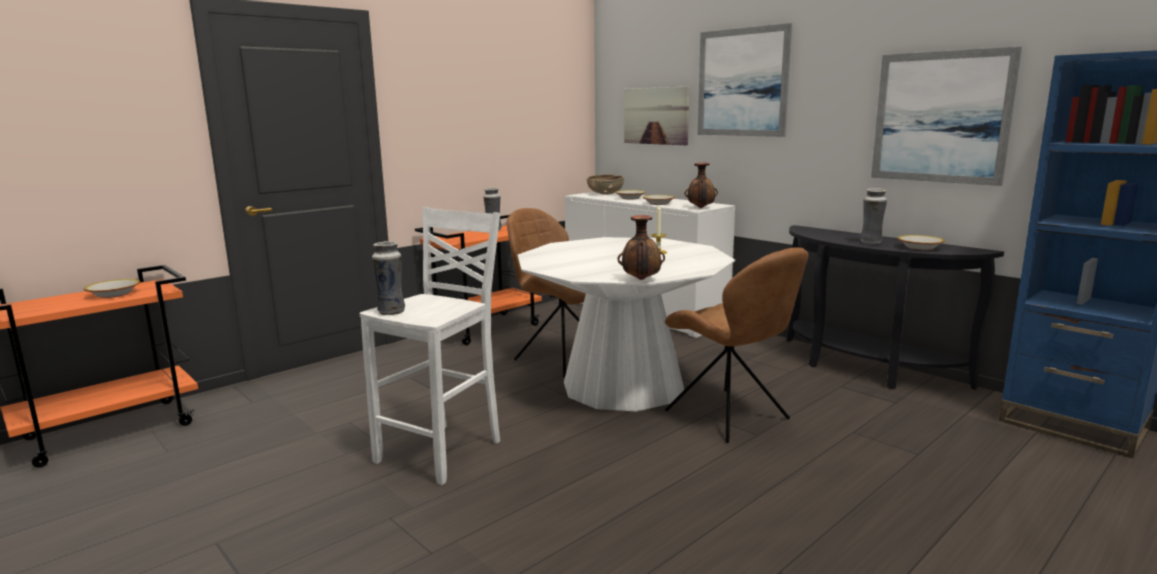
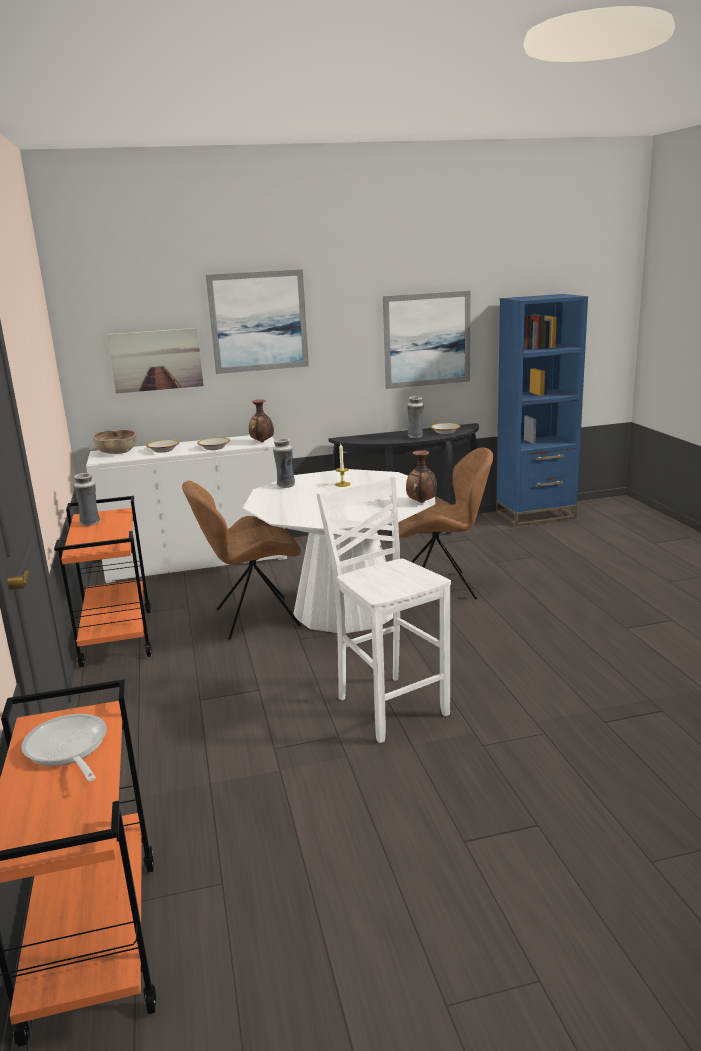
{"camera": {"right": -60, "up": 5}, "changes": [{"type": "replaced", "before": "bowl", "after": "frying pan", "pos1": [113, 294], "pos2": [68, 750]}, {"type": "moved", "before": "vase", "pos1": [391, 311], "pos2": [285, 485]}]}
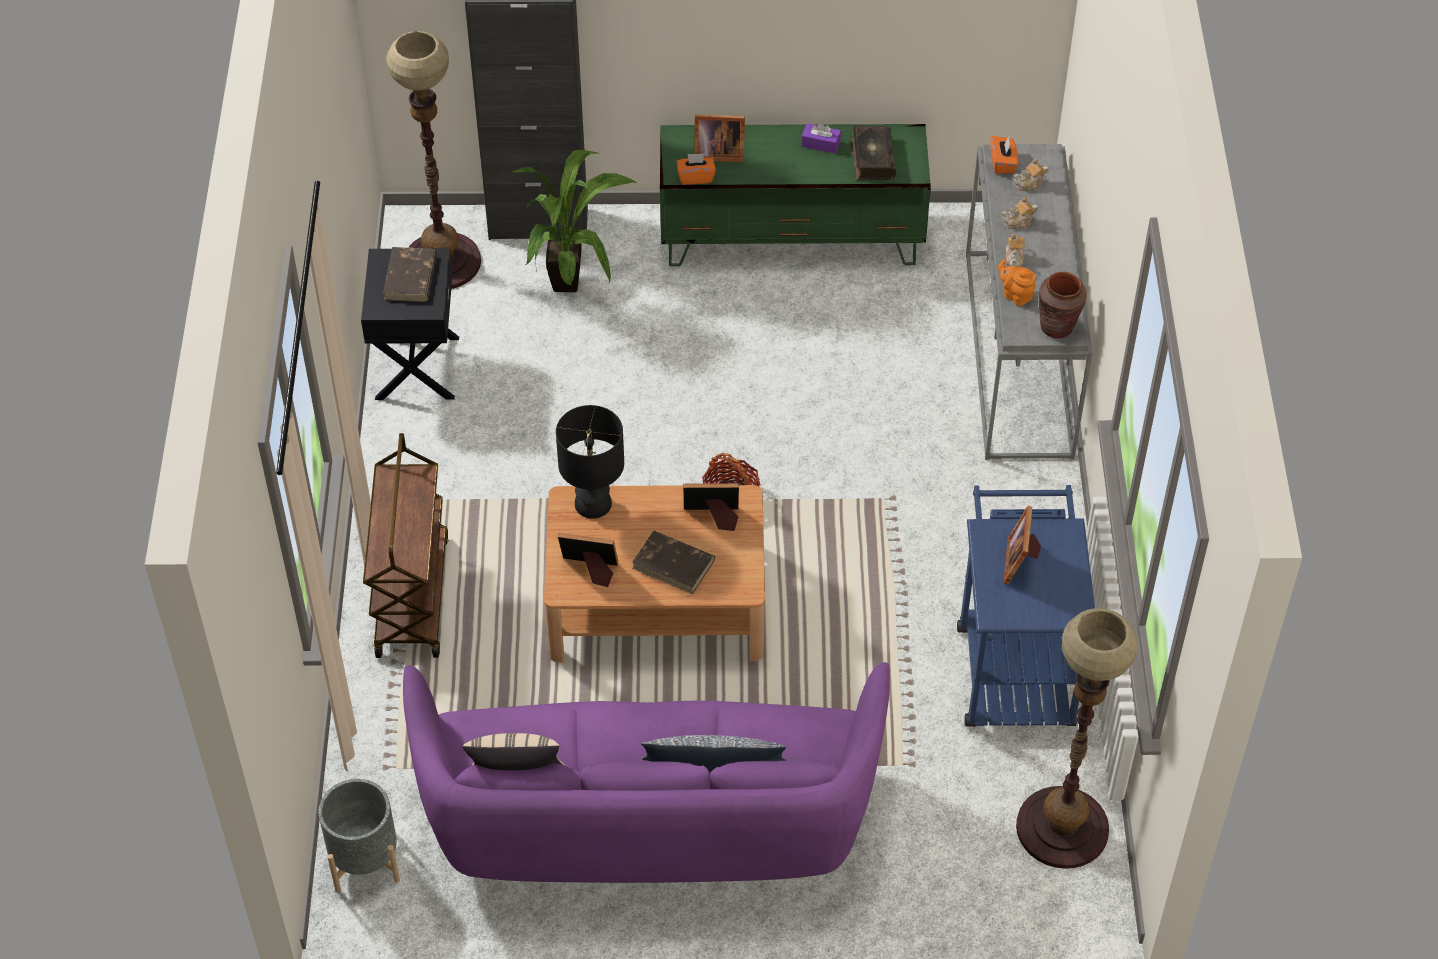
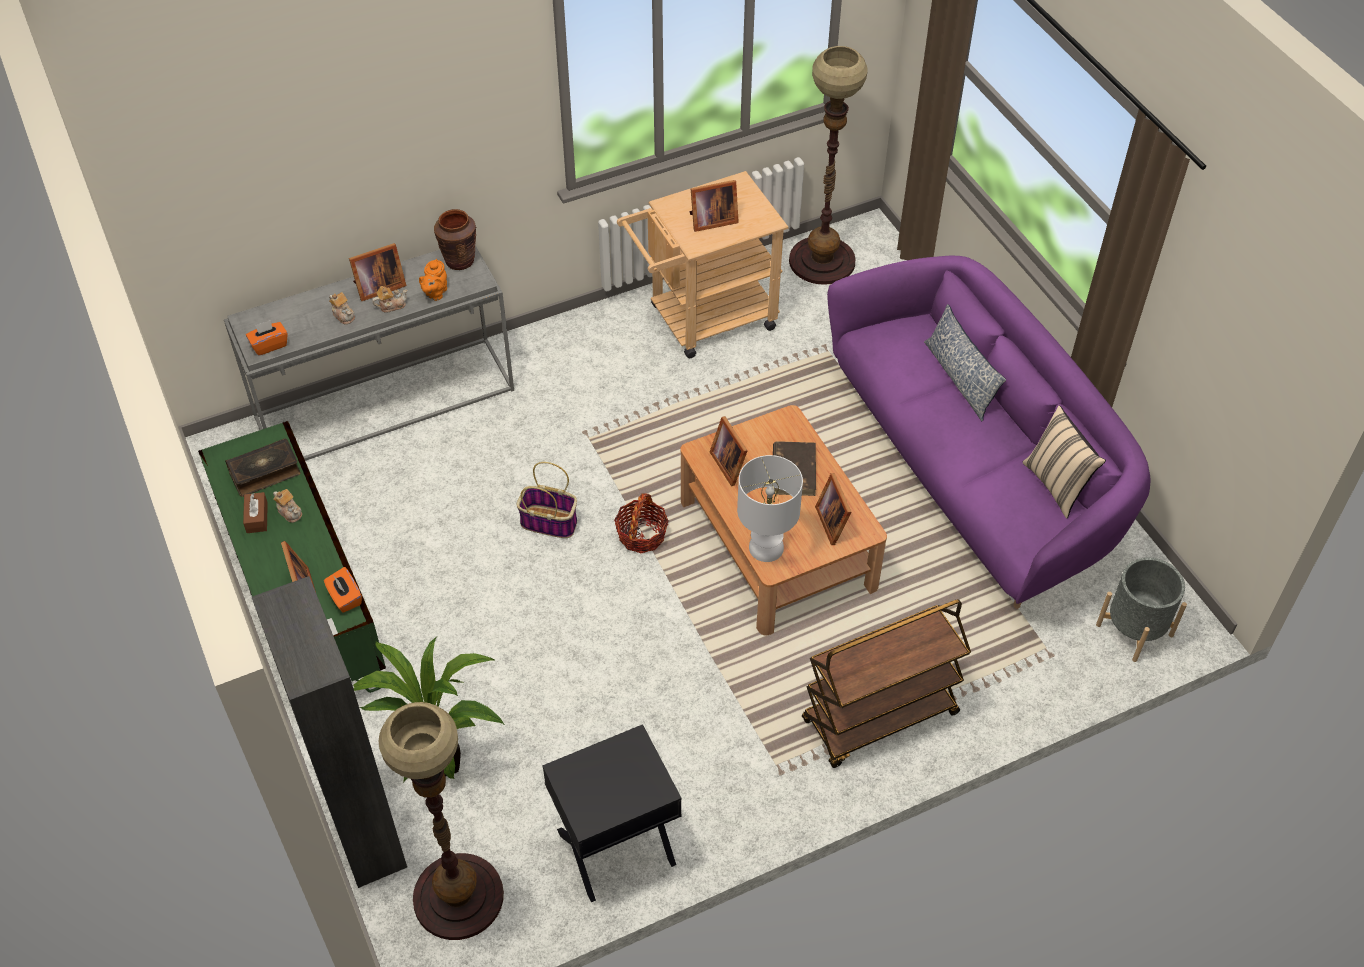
{"camera": {"right": -115, "up": 0}, "changes": [{"type": "recoloured", "before": "tissue box (purple)", "after": "tissue box (brown)", "pos1": [821, 144], "pos2": [257, 517]}, {"type": "moved", "before": "teapot", "pos1": [1029, 184], "pos2": [290, 511]}, {"type": "added", "after": "picture frame", "pos2": [378, 287]}, {"type": "added", "after": "basket", "pos2": [550, 522]}, {"type": "recoloured", "before": "cart (blue)", "after": "cart (beige)", "pos1": [1013, 663], "pos2": [703, 320]}, {"type": "recoloured", "before": "table lamp (black)", "after": "table lamp (white)", "pos1": [594, 504], "pos2": [765, 547]}, {"type": "removed", "before": "book (brown)", "pos1": [410, 278]}]}
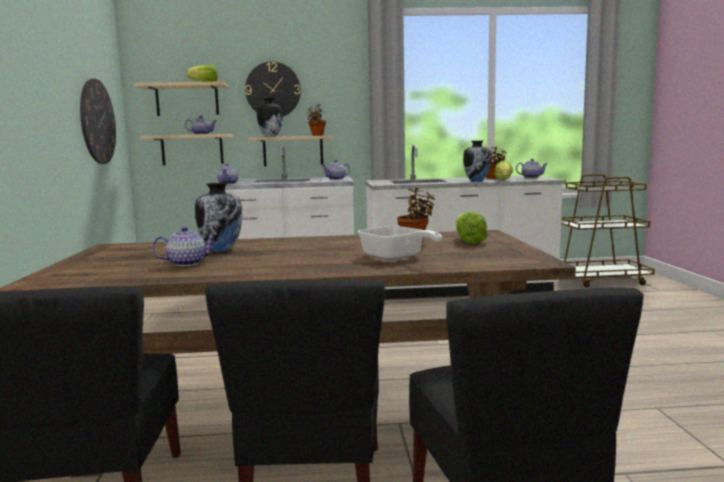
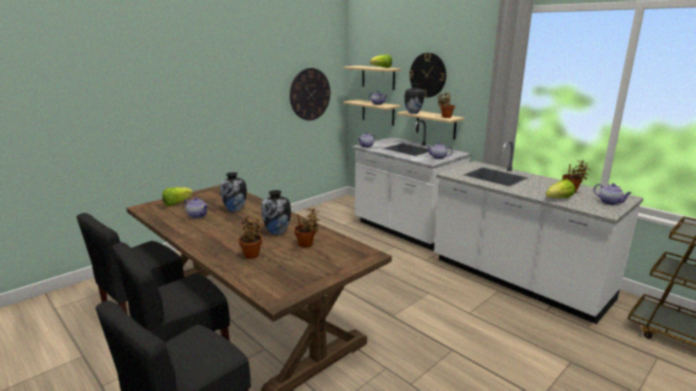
{"camera": {"right": 50, "up": 10}, "changes": [{"type": "moved", "before": "lettuce", "pos1": [468, 241], "pos2": [177, 203]}, {"type": "replaced", "before": "frying pan", "after": "potted plant", "pos1": [396, 257], "pos2": [252, 254]}, {"type": "moved", "before": "vase", "pos1": [477, 181], "pos2": [277, 232]}]}
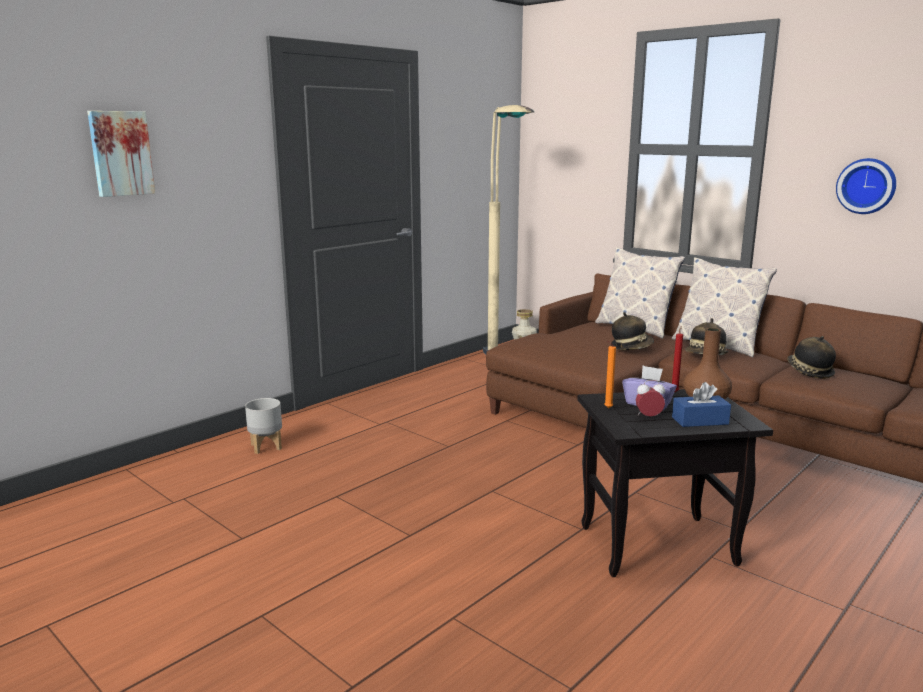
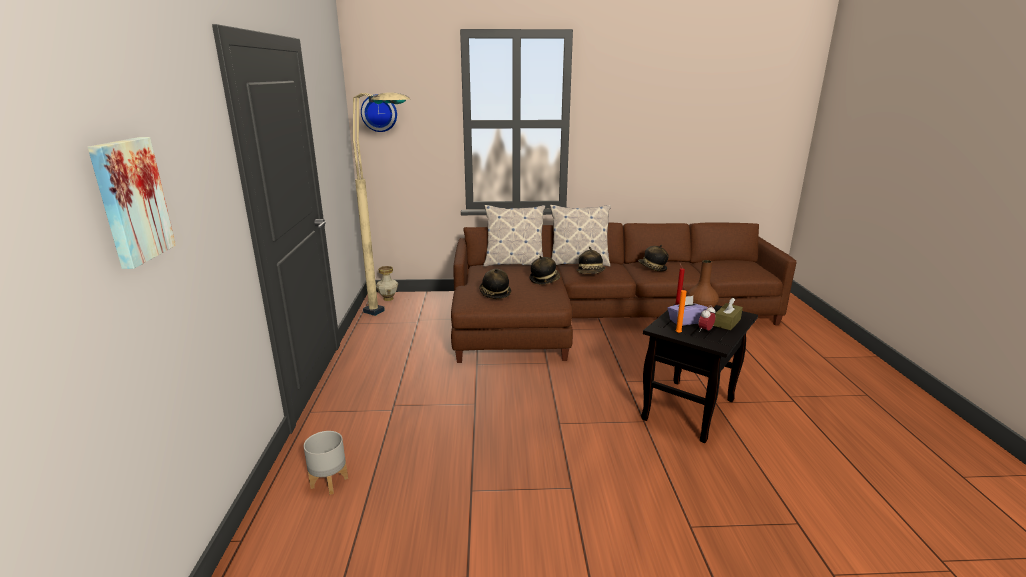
{"camera": {"right": -45, "up": 5}, "changes": [{"type": "moved", "before": "wall clock", "pos1": [866, 186], "pos2": [379, 113]}, {"type": "added", "after": "hat", "pos2": [495, 293]}, {"type": "recoloured", "before": "tissue box (blue)", "after": "tissue box (brown)", "pos1": [700, 420], "pos2": [727, 322]}]}
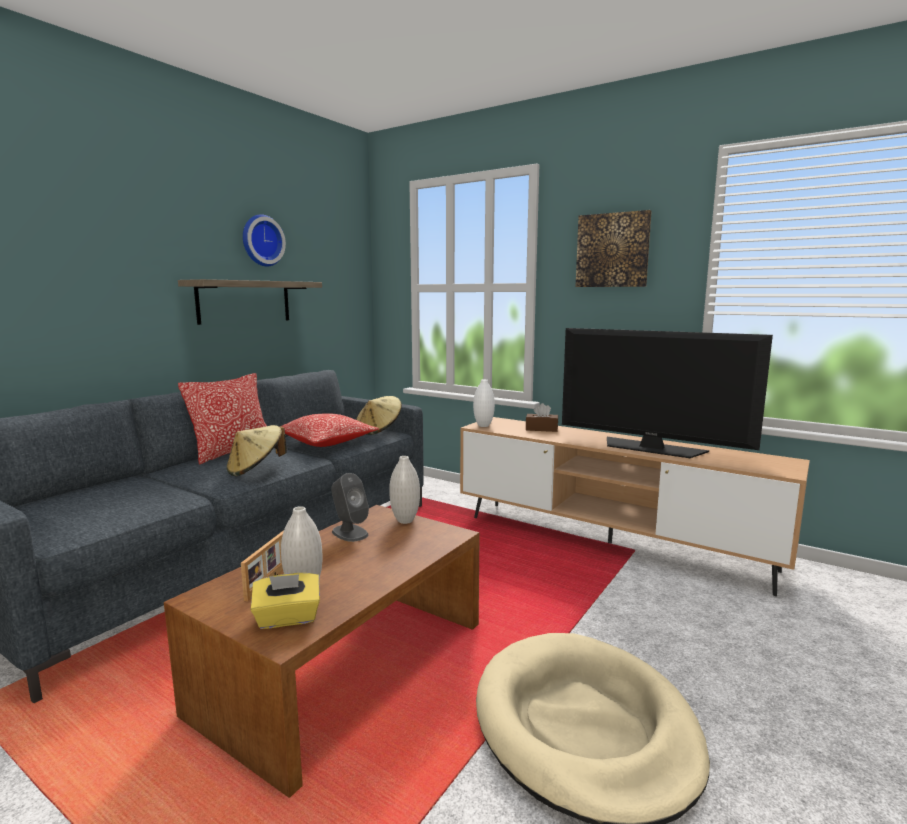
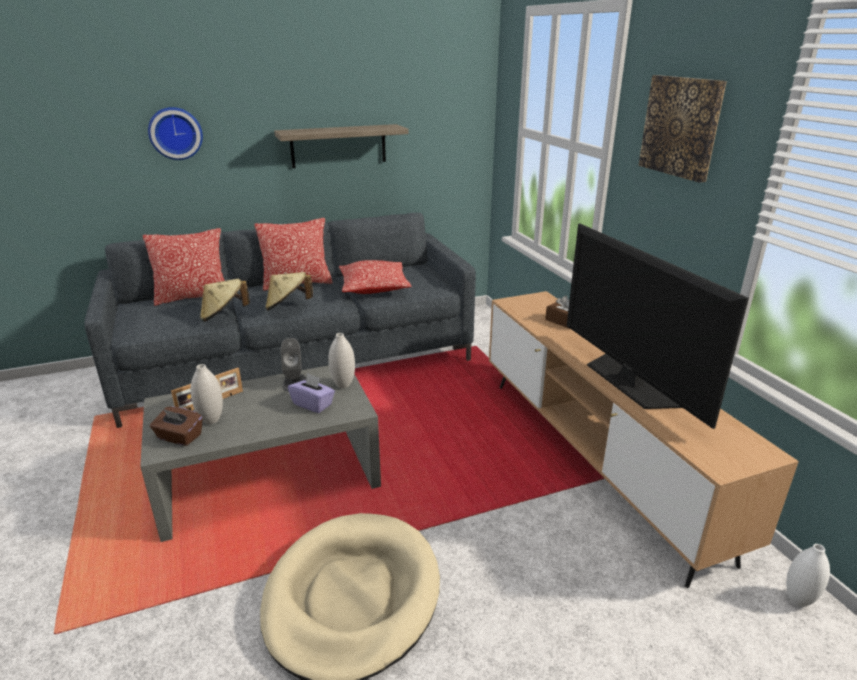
{"camera": {"right": 35, "up": 15}, "changes": [{"type": "recoloured", "before": "coffee table (brown)", "after": "coffee table (grey)", "pos1": [345, 665], "pos2": [268, 477]}, {"type": "added", "after": "pillow", "pos2": [193, 297]}, {"type": "moved", "before": "wall clock", "pos1": [261, 241], "pos2": [175, 133]}, {"type": "recoloured", "before": "tissue box (yellow)", "after": "tissue box (brown)", "pos1": [287, 618], "pos2": [179, 437]}, {"type": "moved", "before": "hat (beige)", "pos1": [379, 430], "pos2": [224, 315]}, {"type": "added", "after": "tissue box (purple)", "pos2": [313, 404]}, {"type": "moved", "before": "vase (white)", "pos1": [483, 425], "pos2": [798, 600]}]}
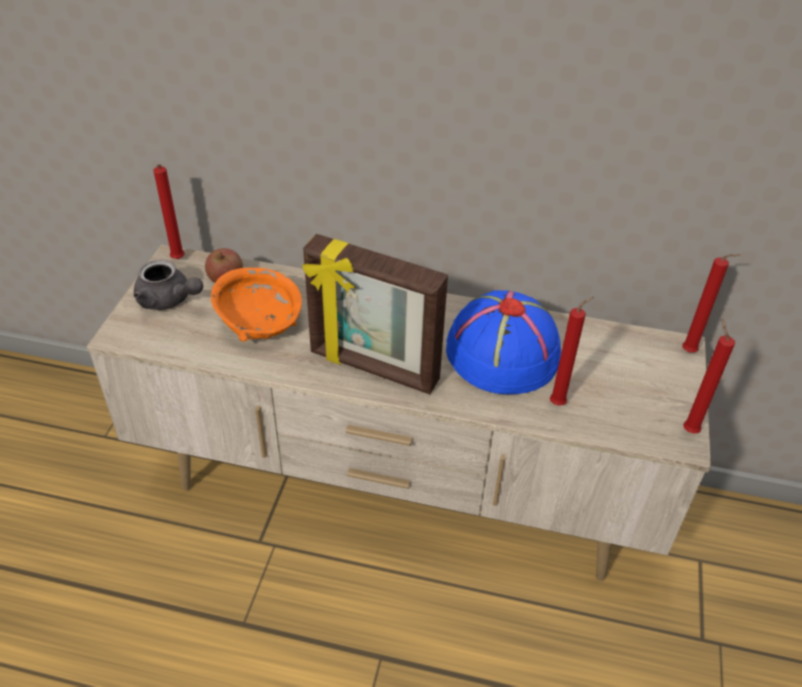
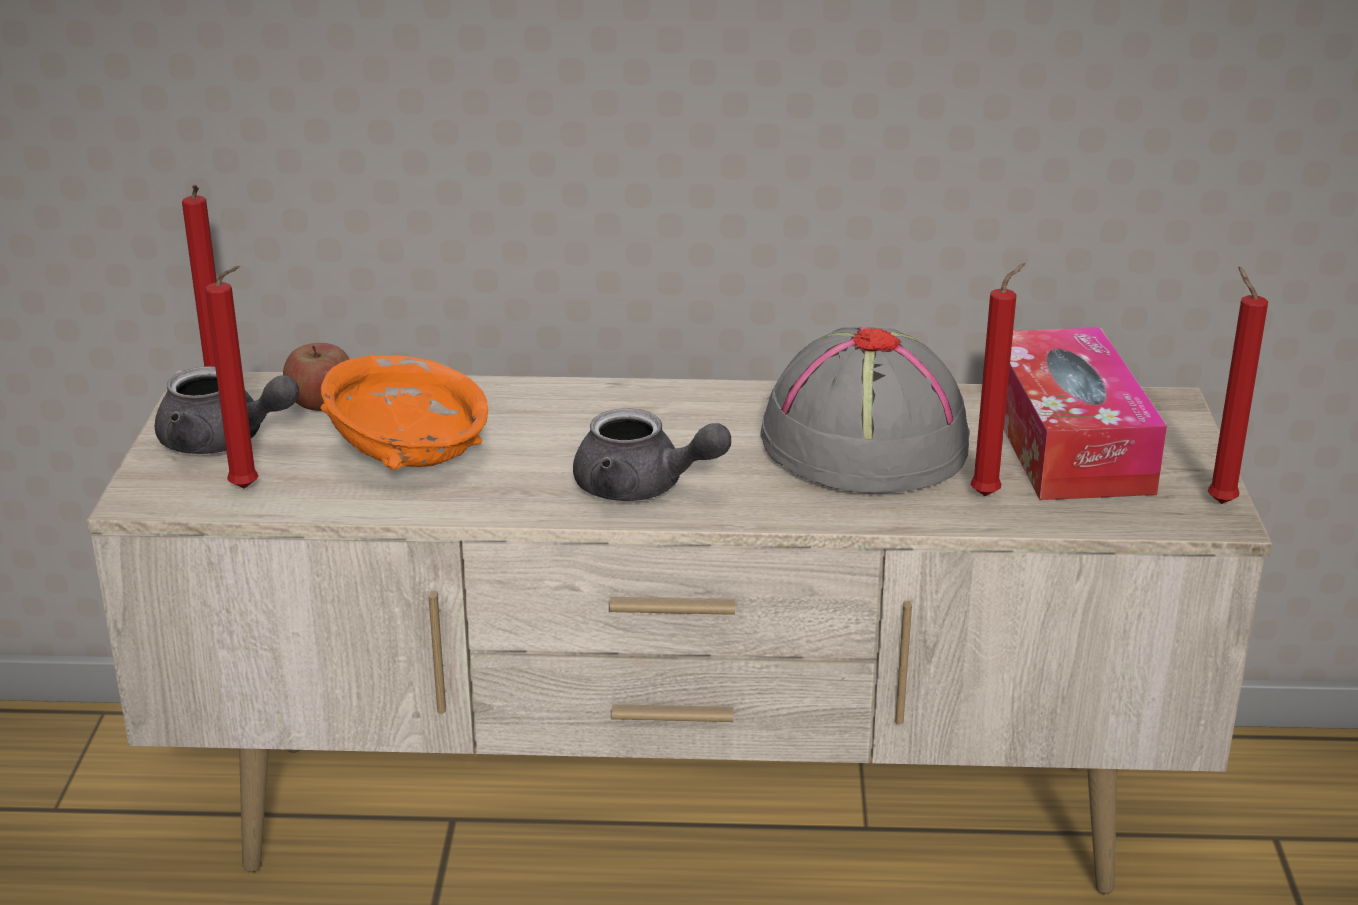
{"camera": {"right": -10, "up": -15}, "changes": [{"type": "moved", "before": "candle (red)", "pos1": [691, 353], "pos2": [248, 489]}, {"type": "replaced", "before": "picture frame", "after": "teapot (grey)", "pos1": [373, 368], "pos2": [642, 488]}, {"type": "recoloured", "before": "hat (blue)", "after": "hat (grey)", "pos1": [501, 353], "pos2": [862, 443]}, {"type": "added", "after": "tissue box", "pos2": [1067, 443]}]}
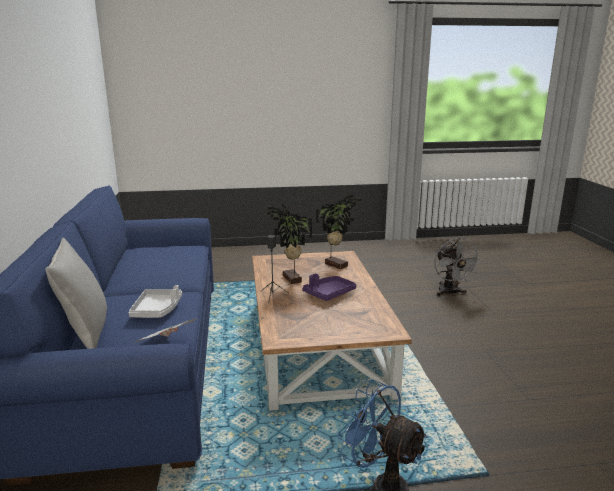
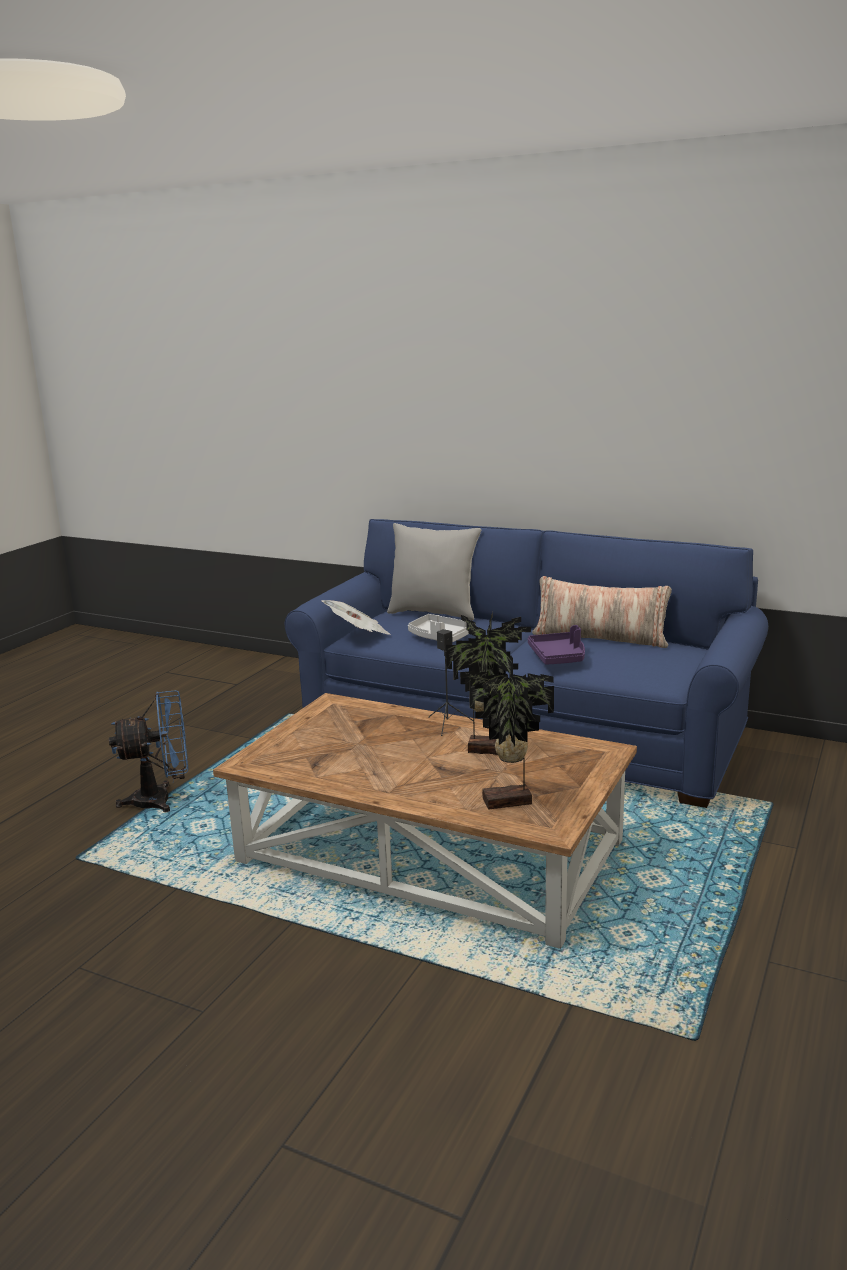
{"camera": {"right": 125, "up": 0}, "changes": [{"type": "moved", "before": "tray (purple)", "pos1": [329, 293], "pos2": [558, 657]}, {"type": "added", "after": "pillow", "pos2": [600, 637]}, {"type": "removed", "before": "fan (grey)", "pos1": [450, 293]}]}
